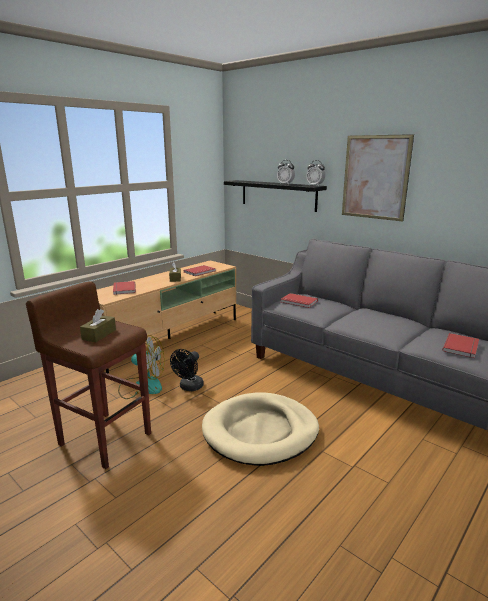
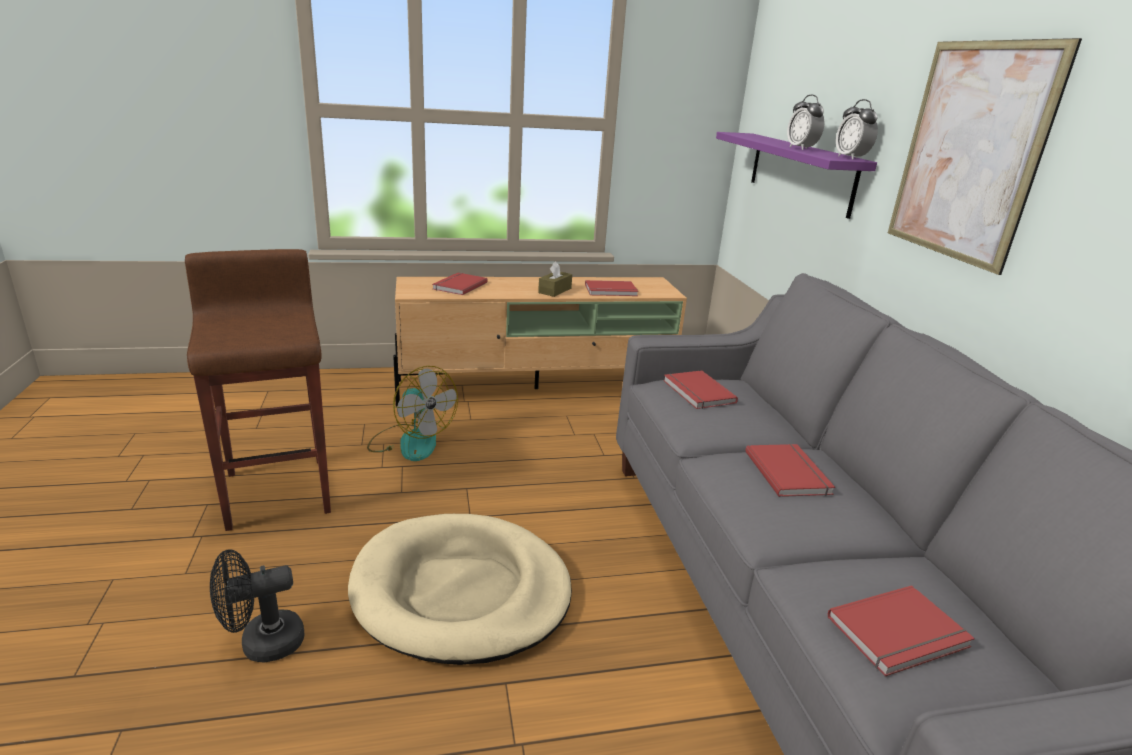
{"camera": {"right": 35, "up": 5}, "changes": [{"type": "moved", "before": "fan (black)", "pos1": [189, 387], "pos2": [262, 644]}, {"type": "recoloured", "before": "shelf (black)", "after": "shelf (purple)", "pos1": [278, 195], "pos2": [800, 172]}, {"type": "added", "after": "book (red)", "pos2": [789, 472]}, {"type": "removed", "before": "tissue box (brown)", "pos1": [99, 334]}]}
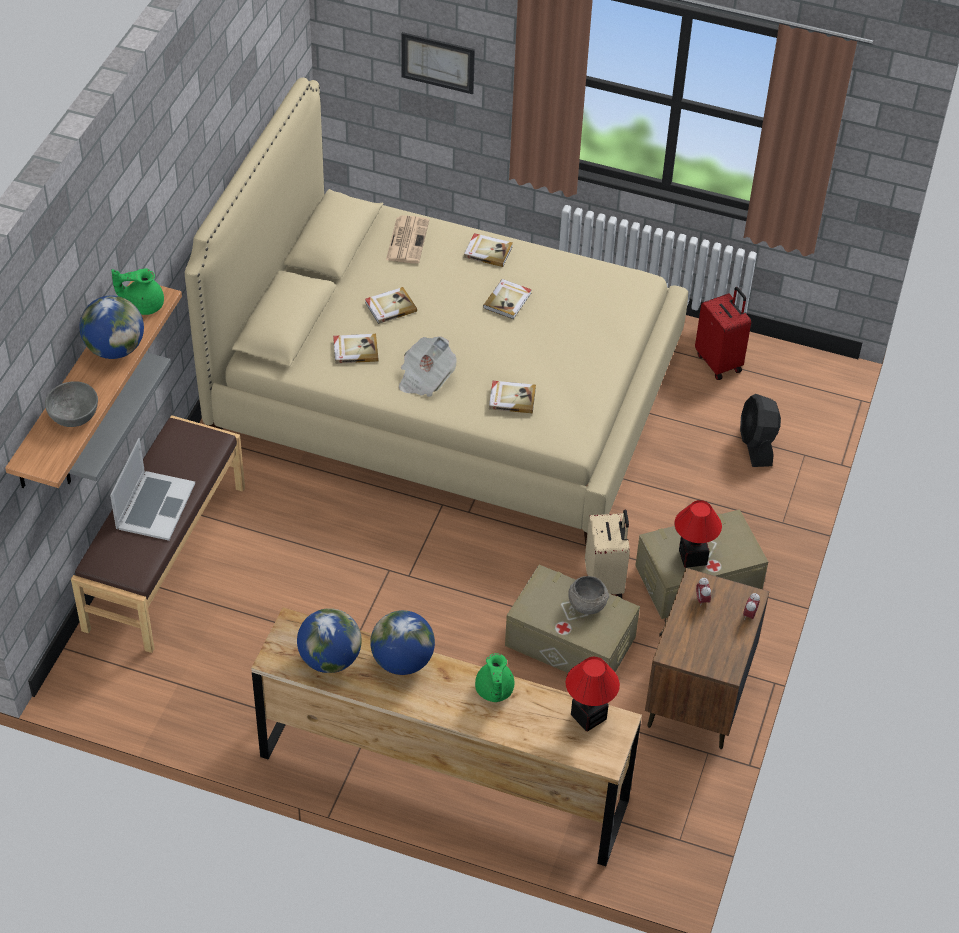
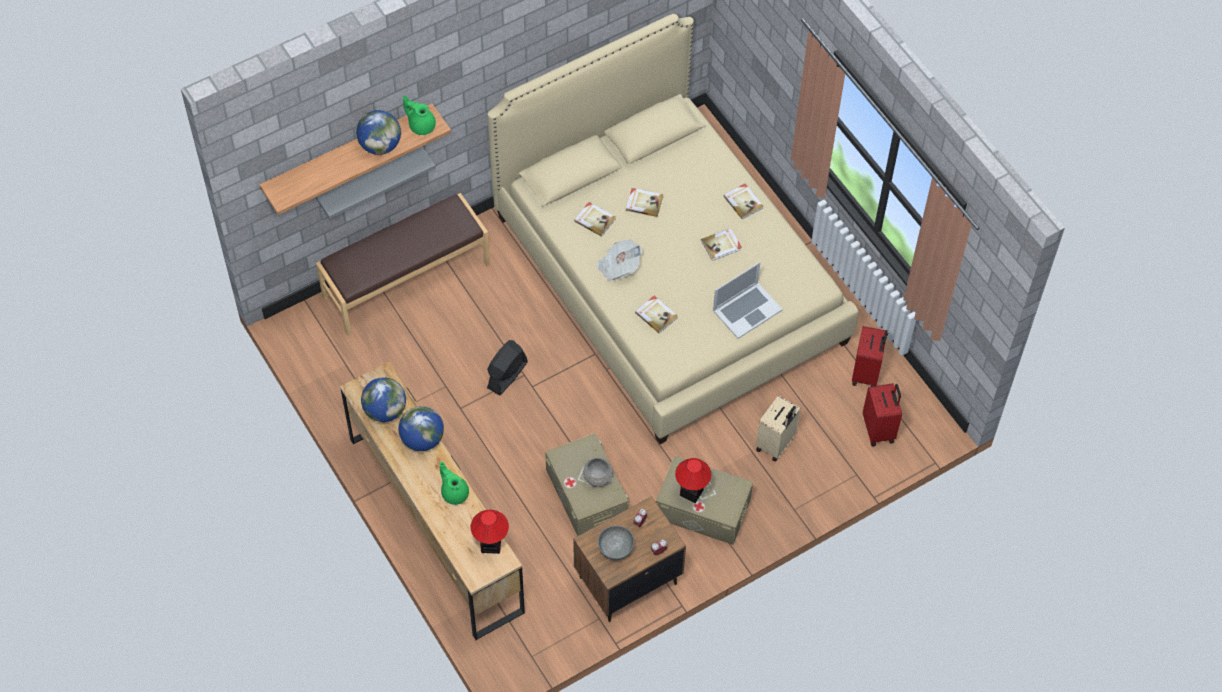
{"camera": {"right": 40, "up": 10}, "changes": [{"type": "turned", "before": "teapot (green)", "pos1": [494, 691], "pos2": [454, 492], "turn": 105}, {"type": "moved", "before": "fan (black)", "pos1": [756, 445], "pos2": [507, 375]}, {"type": "moved", "before": "bowl (grey)", "pos1": [73, 414], "pos2": [615, 548]}, {"type": "moved", "before": "laptop", "pos1": [155, 506], "pos2": [747, 310]}, {"type": "moved", "before": "suitcase (beige)", "pos1": [605, 582], "pos2": [776, 444]}, {"type": "added", "after": "suitcase (red)", "pos2": [879, 429]}, {"type": "removed", "before": "newspaper", "pos1": [407, 239]}, {"type": "removed", "before": "picture", "pos1": [438, 62]}]}
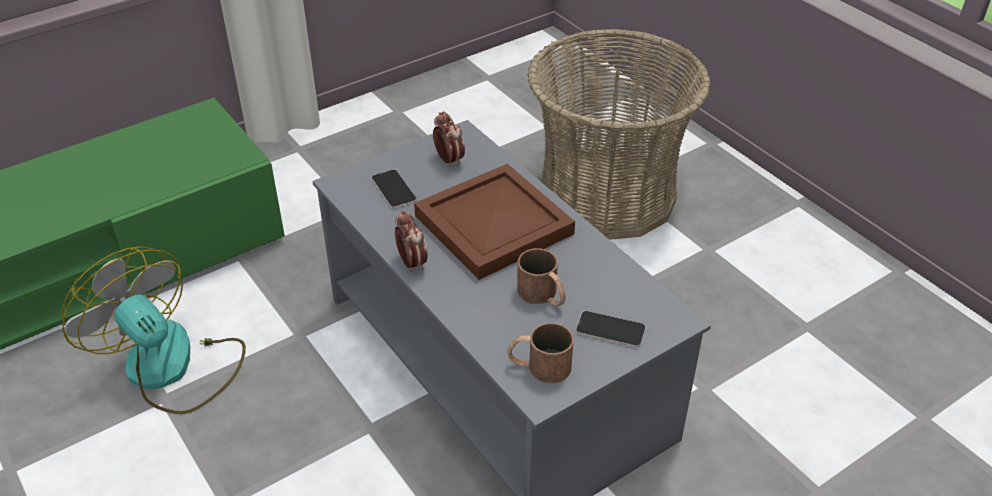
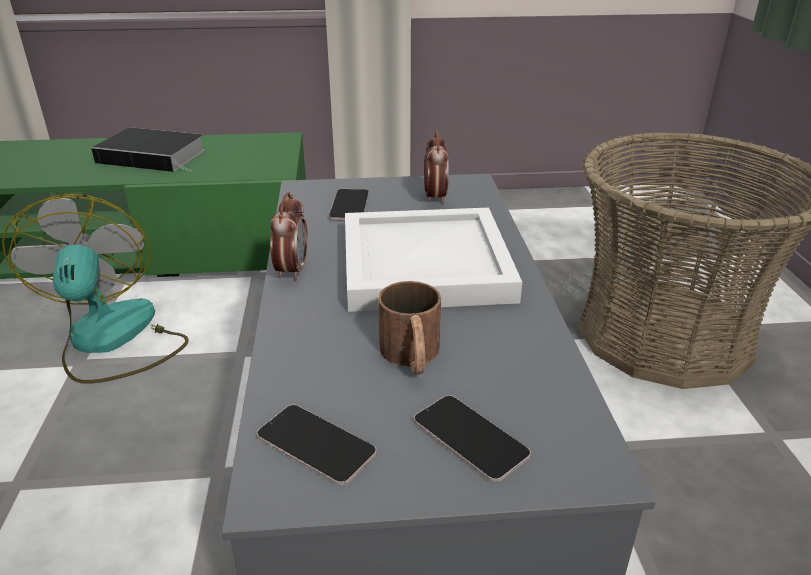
{"camera": {"right": 30, "up": -10}, "changes": [{"type": "added", "after": "book", "pos2": [155, 156]}, {"type": "replaced", "before": "mug (brown)", "after": "phone", "pos1": [539, 366], "pos2": [316, 445]}, {"type": "recoloured", "before": "tray (brown)", "after": "tray (white)", "pos1": [496, 225], "pos2": [428, 265]}]}
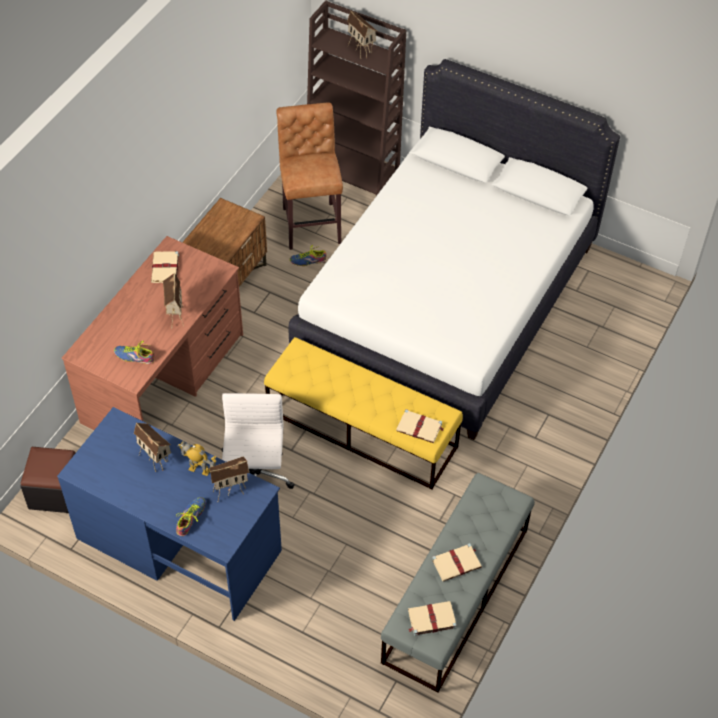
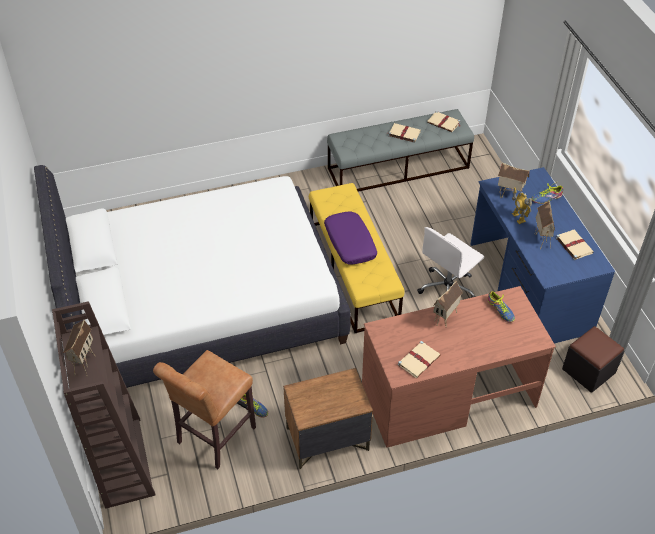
{"camera": {"right": -135, "up": -5}, "changes": [{"type": "added", "after": "pillow (purple)", "pos2": [349, 243]}, {"type": "moved", "before": "book (beige)", "pos1": [420, 428], "pos2": [573, 245]}]}
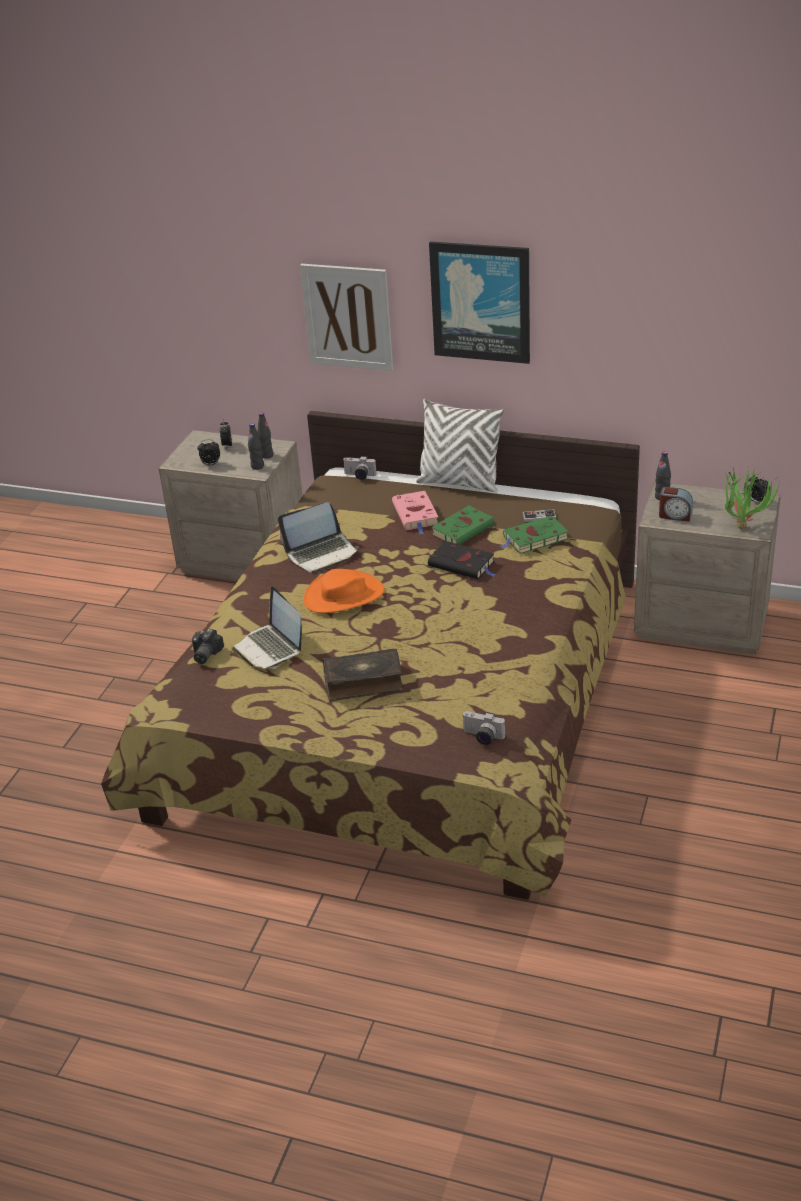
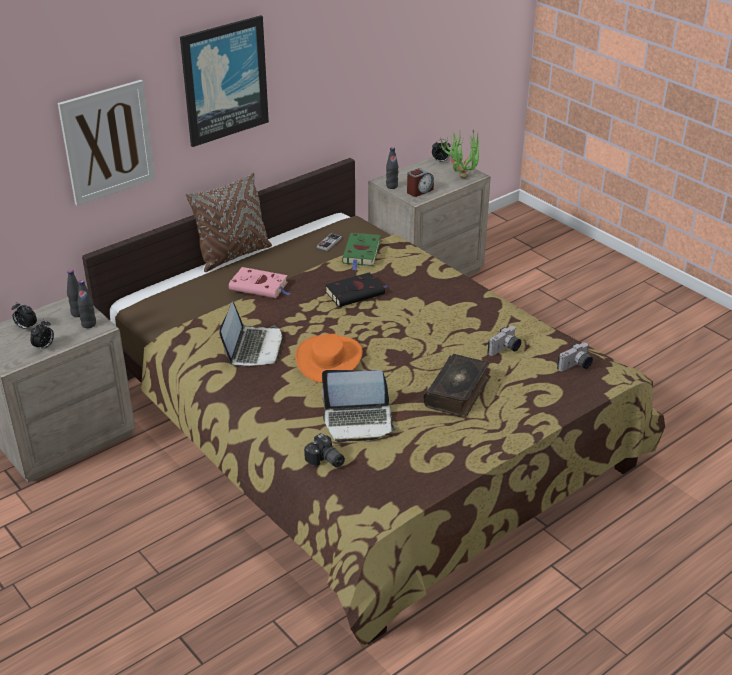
{"camera": {"right": -60, "up": 0}, "changes": [{"type": "recoloured", "before": "pillow (white)", "after": "pillow (brown)", "pos1": [459, 482], "pos2": [233, 255]}, {"type": "moved", "before": "photo camera", "pos1": [359, 476], "pos2": [505, 350]}, {"type": "removed", "before": "book (green)", "pos1": [464, 529]}]}
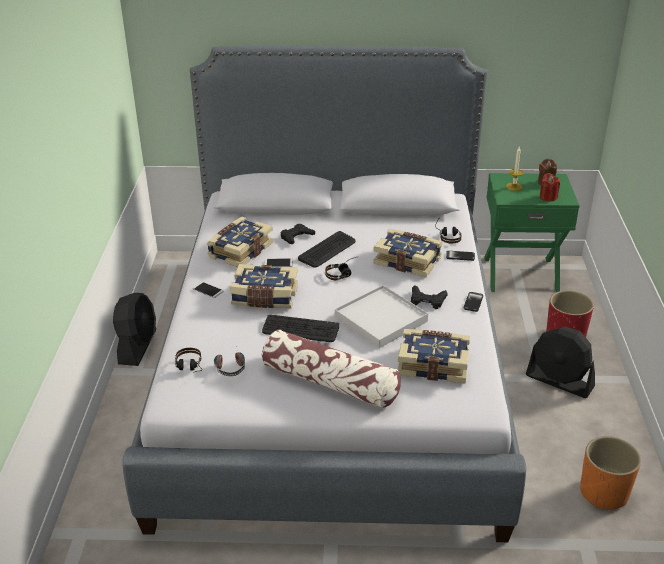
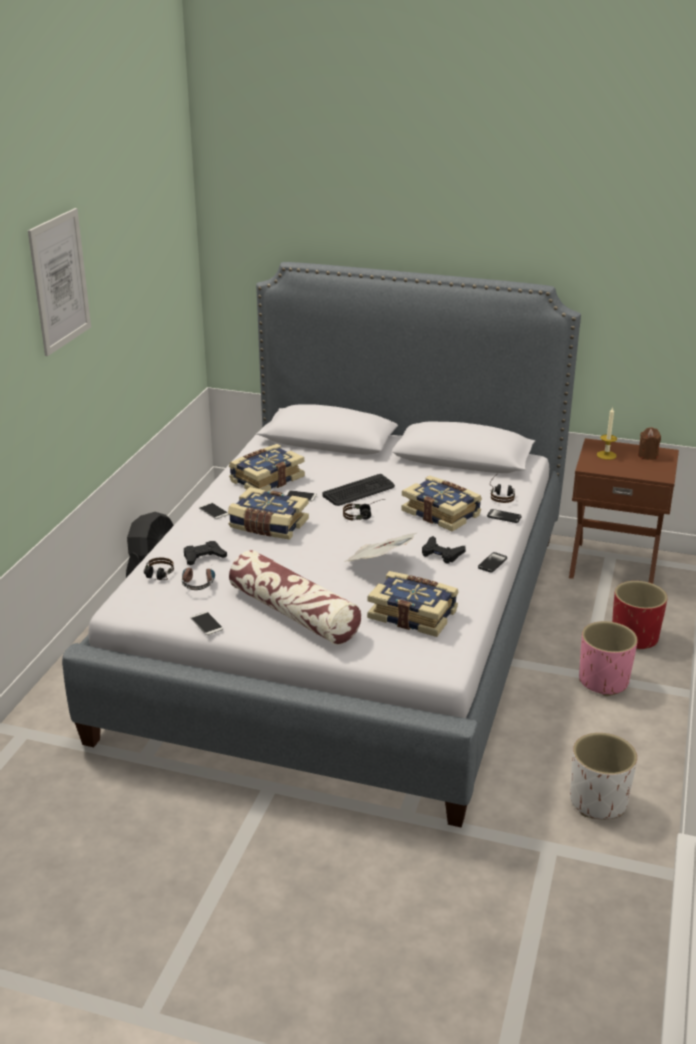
{"camera": {"right": 15, "up": -5}, "changes": [{"type": "added", "after": "picture", "pos2": [60, 281]}, {"type": "moved", "before": "game controller (black)", "pos1": [296, 237], "pos2": [203, 557]}, {"type": "added", "after": "phone", "pos2": [206, 624]}, {"type": "replaced", "before": "tray (white)", "after": "newspaper", "pos1": [380, 319], "pos2": [380, 564]}, {"type": "recoloured", "before": "nightstand (green)", "after": "nightstand (brown)", "pos1": [520, 274], "pos2": [614, 564]}, {"type": "recoloured", "before": "planter (orange)", "after": "planter (white)", "pos1": [604, 493], "pos2": [598, 802]}, {"type": "replaced", "before": "fan (black)", "after": "planter (pink)", "pos1": [559, 381], "pos2": [604, 681]}, {"type": "removed", "before": "keyboard", "pos1": [300, 330]}, {"type": "removed", "before": "candle (red)", "pos1": [548, 197]}]}
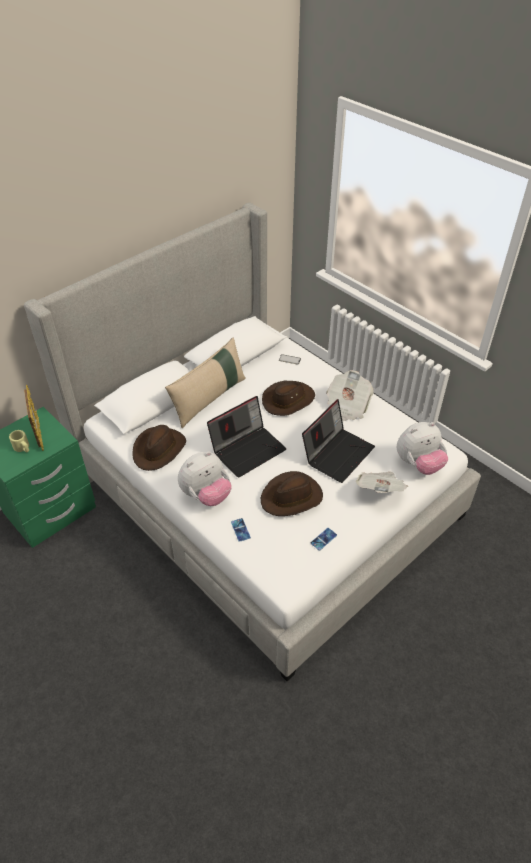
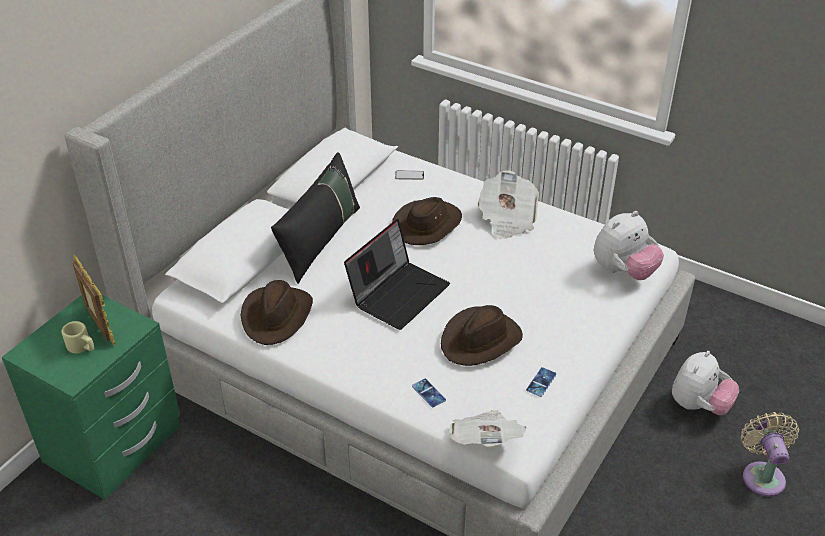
{"camera": {"right": -15, "up": -5}, "changes": [{"type": "recoloured", "before": "pillow (beige)", "after": "pillow (black)", "pos1": [209, 399], "pos2": [320, 241]}, {"type": "moved", "before": "newspaper", "pos1": [380, 490], "pos2": [486, 442]}, {"type": "moved", "before": "plush toy", "pos1": [206, 495], "pos2": [698, 405]}, {"type": "added", "after": "fan (beige)", "pos2": [762, 475]}, {"type": "removed", "before": "laptop", "pos1": [337, 453]}]}
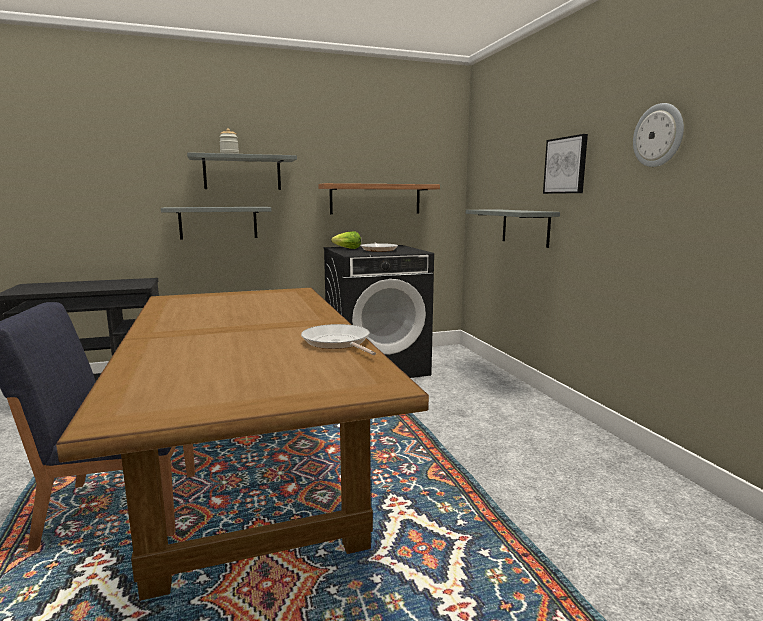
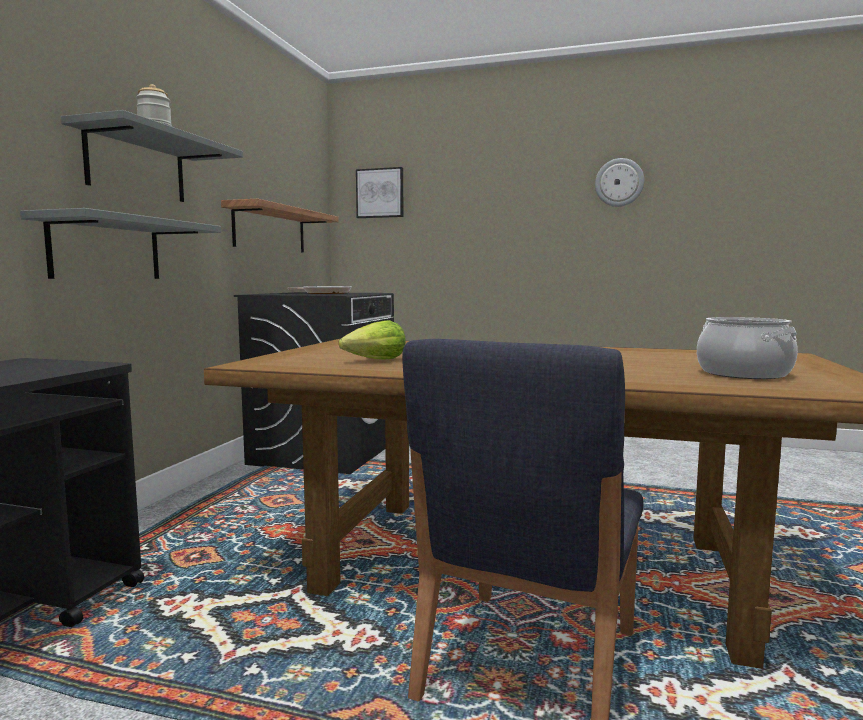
{"camera": {"right": -55, "up": -5}, "changes": [{"type": "moved", "before": "lettuce", "pos1": [347, 248], "pos2": [376, 360]}, {"type": "moved", "before": "picture", "pos1": [566, 165], "pos2": [380, 193]}, {"type": "added", "after": "cooking pot", "pos2": [744, 373]}, {"type": "removed", "before": "frying pan", "pos1": [337, 343]}, {"type": "removed", "before": "shelf (grey)", "pos1": [525, 227]}]}
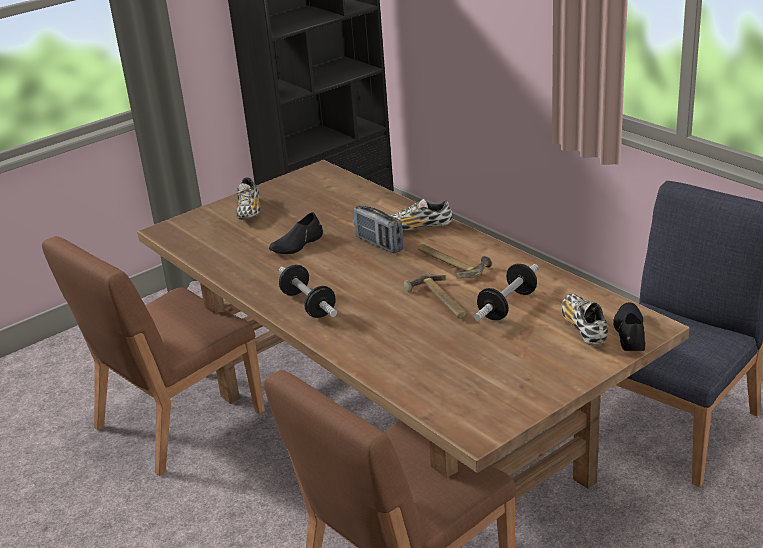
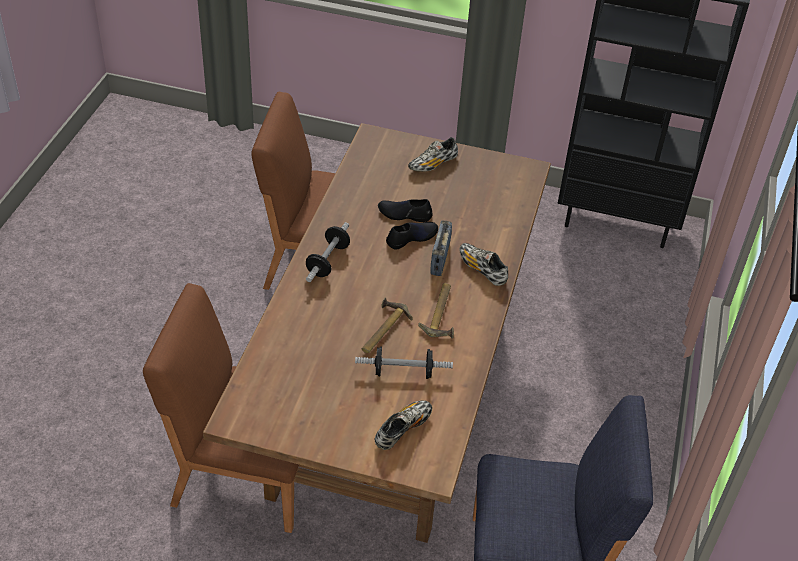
{"camera": {"right": 50, "up": 15}, "changes": [{"type": "moved", "before": "shoe (black)", "pos1": [630, 333], "pos2": [411, 238]}]}
